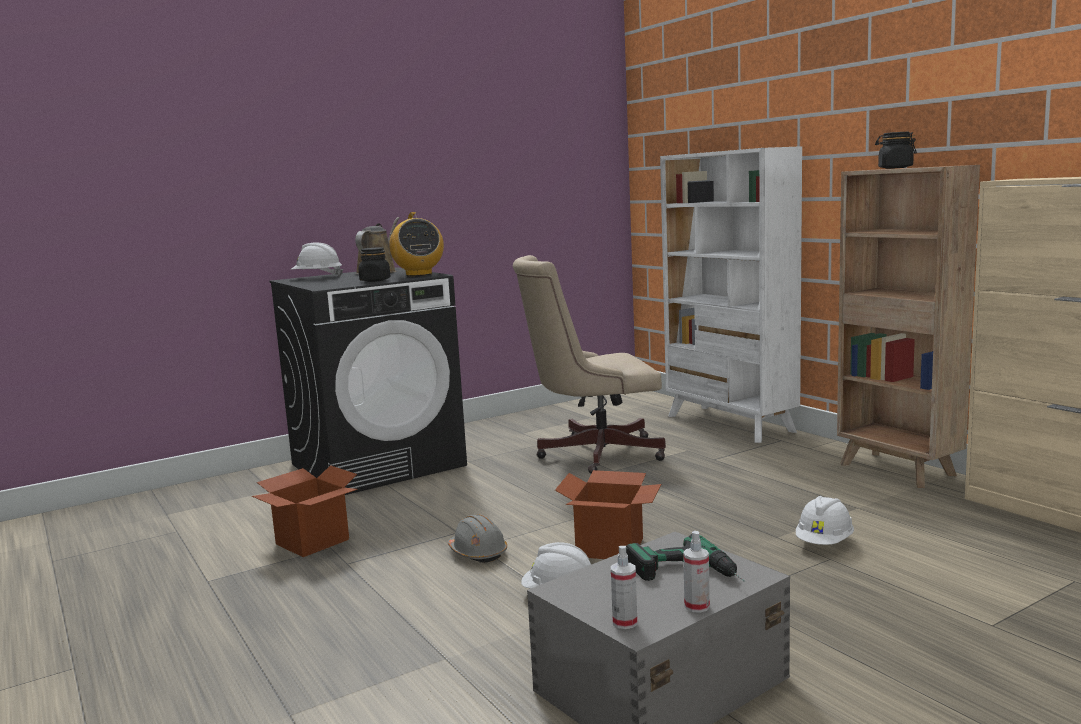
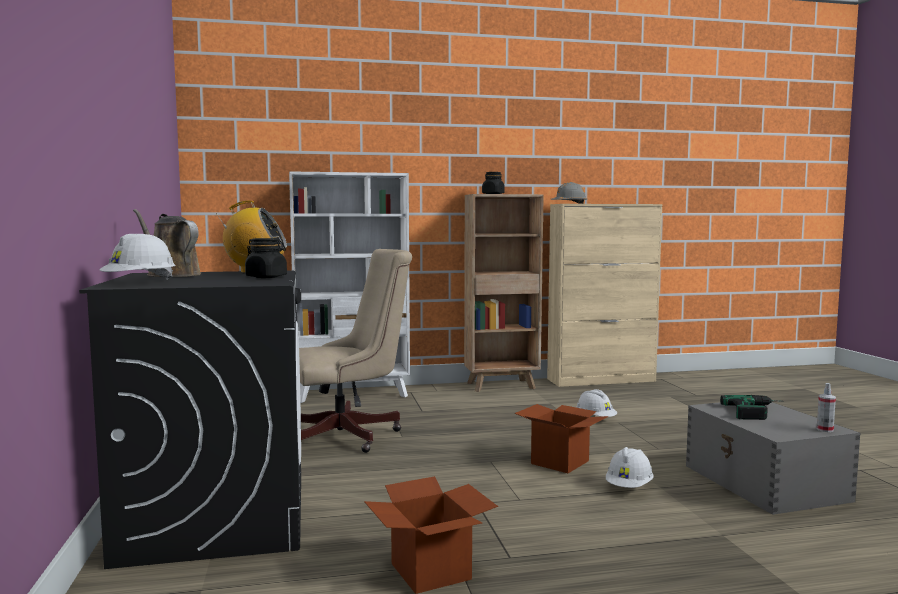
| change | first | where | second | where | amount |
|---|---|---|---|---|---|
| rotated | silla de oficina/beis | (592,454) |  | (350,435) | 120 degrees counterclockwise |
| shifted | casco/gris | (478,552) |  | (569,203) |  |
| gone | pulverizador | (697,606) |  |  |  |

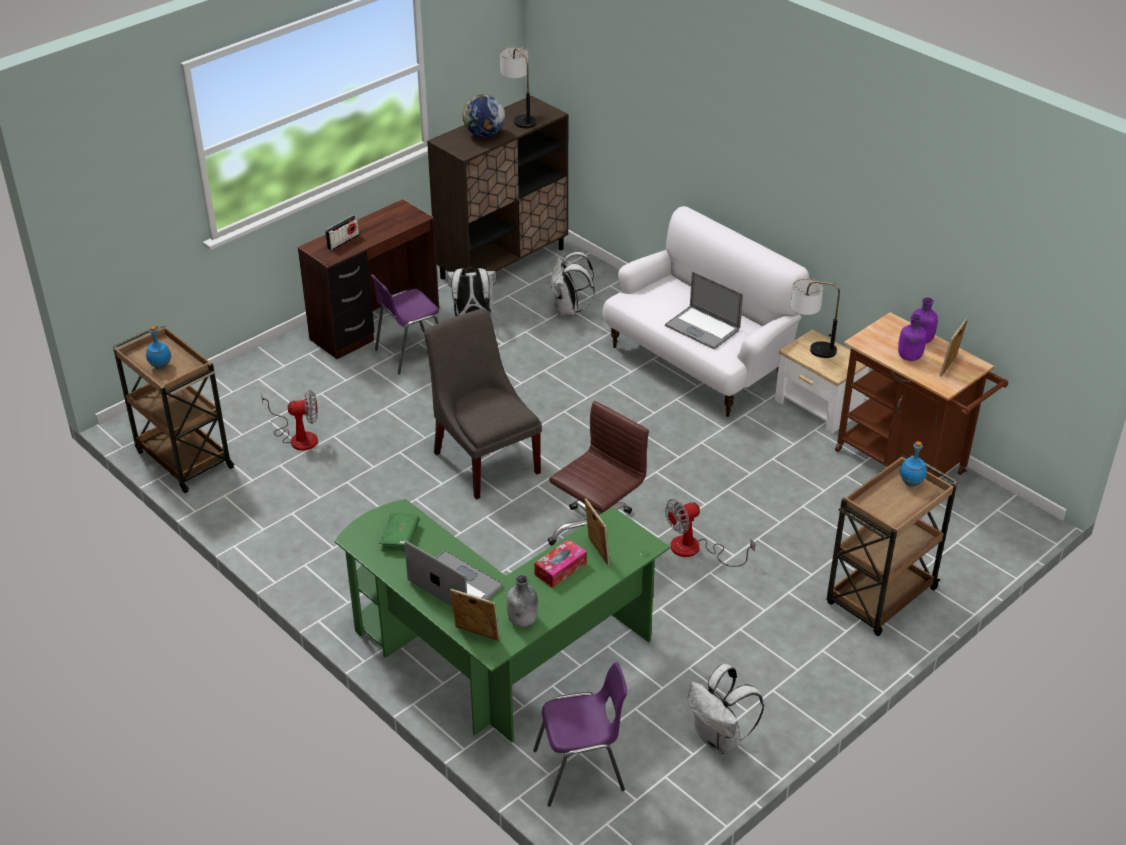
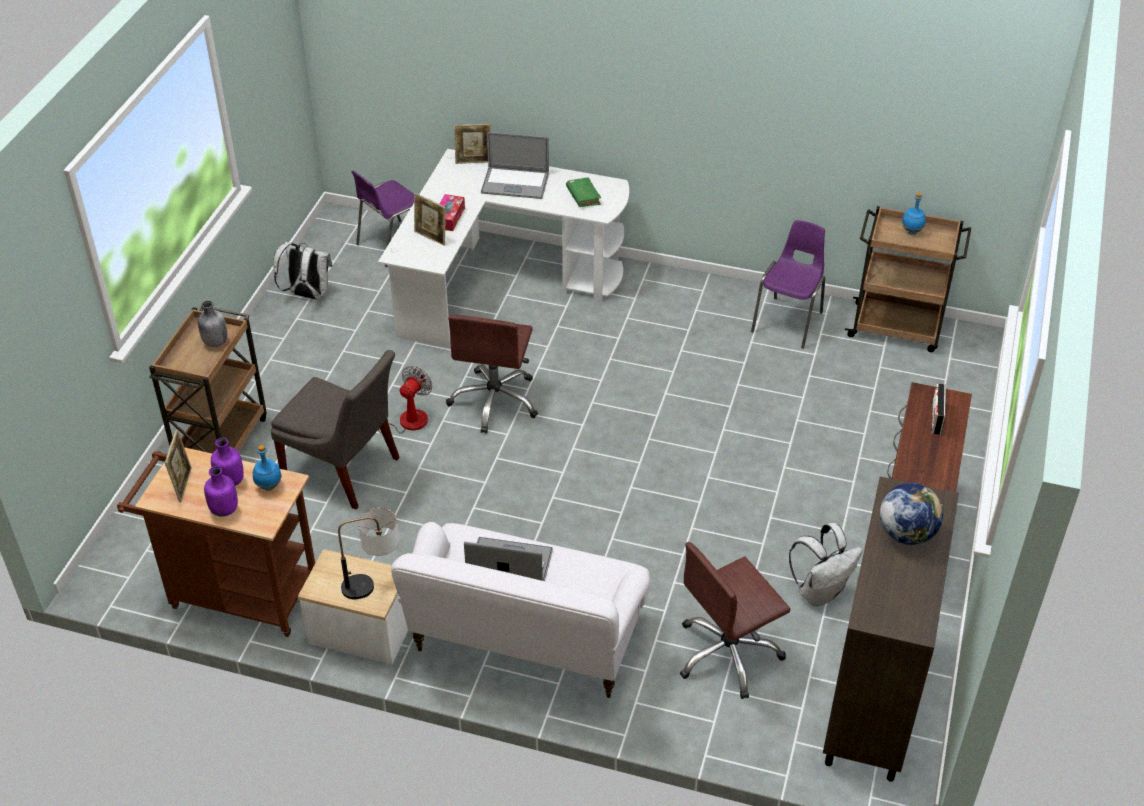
| change | first | where | second | where | amount |
|---|---|---|---|---|---|
| gone | lámpara de mesa | (519,117) |  |  |  |
| swapped | mochila/blanco | (569,310) | silla de oficina/marrón | (728,654) |  |
| shifted | silla/morado | (410,353) |  | (789,321) |  |
| shifted | silla/gris | (485,459) |  | (344,470) |  |
| gone | ventilador | (297,437) |  |  |  |
| shifted | botella/azul | (911,483) |  | (268,486) |  |
| repainted | escritorio/verde | (496,661) | escritorio/blanco | (500,282) |  |
| shifted | botella/gris | (523,620) |  | (215,342) |  |

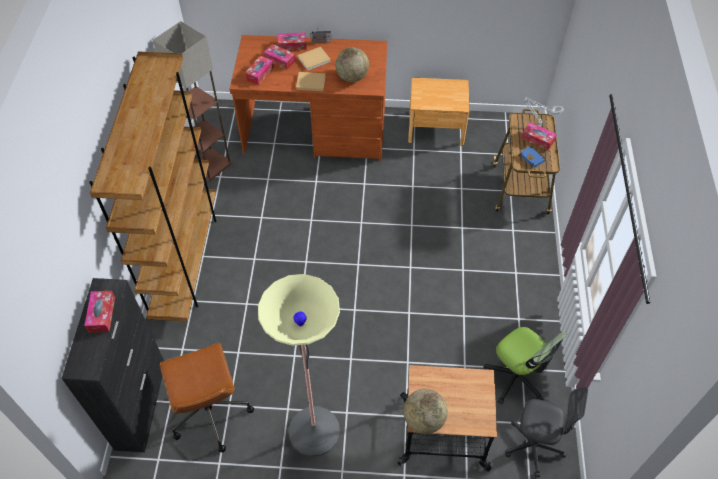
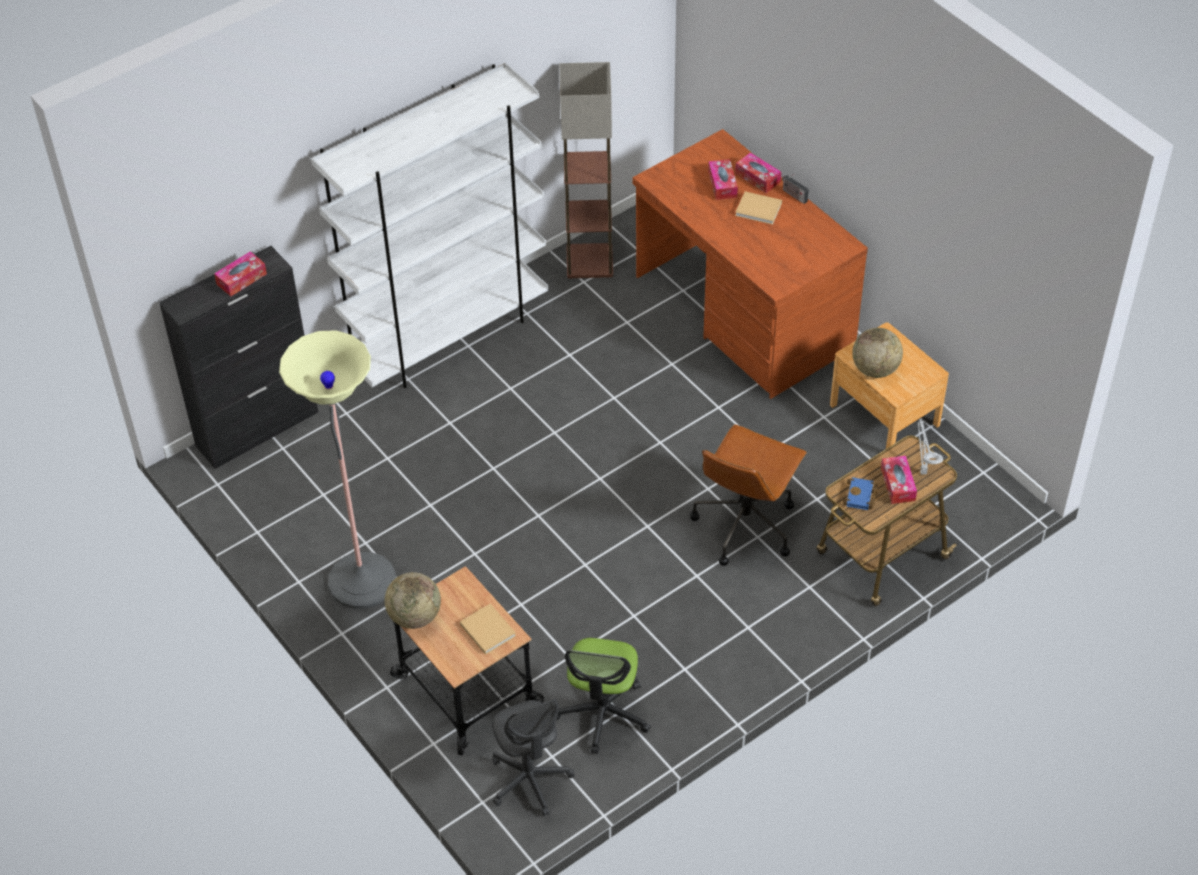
| change | first | where | second | where | amount |
|---|---|---|---|---|---|
| shifted | globo terráqueo | (352,77) |  | (875,369) |  |
| repainted | estantería/marrón | (186,260) | estantería/blanco | (448,337) |  |
| gone | caja de pañuelos | (260,74) |  |  |  |
| shifted | libro/beis | (310,82) |  | (487,629) |  |
| shifted | silla de oficina/marrón | (210,413) |  | (745,524) |  |

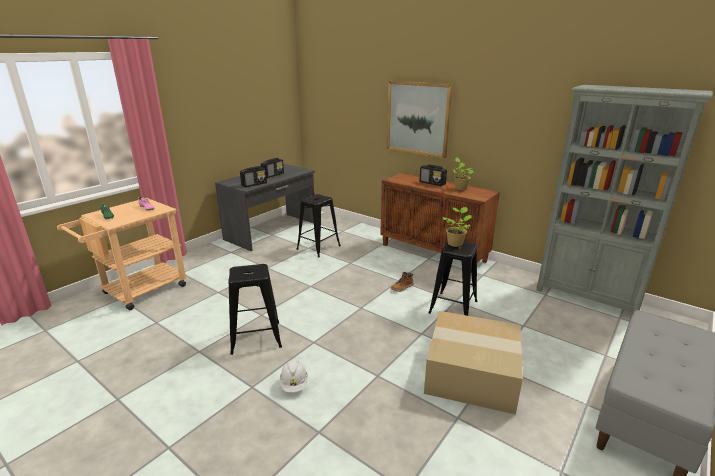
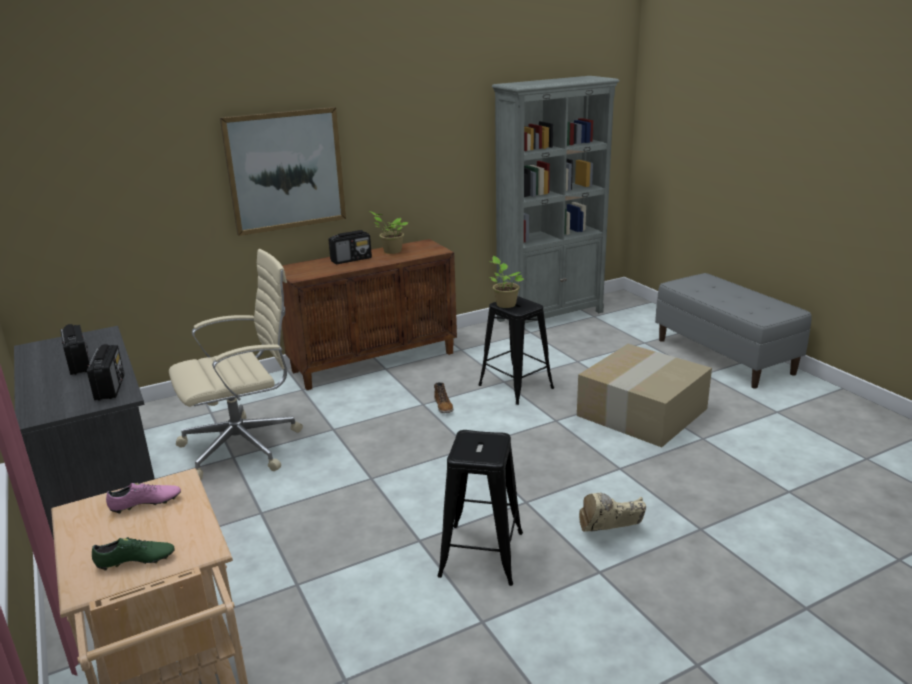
| change | first | where | second | where | amount |
|---|---|---|---|---|---|
| swapped | taburete/negro | (318,247) | silla de oficina/beis | (245,446) |  |
| swapped | casco/blanco | (294,384) | bota/beis | (609,533) |  |

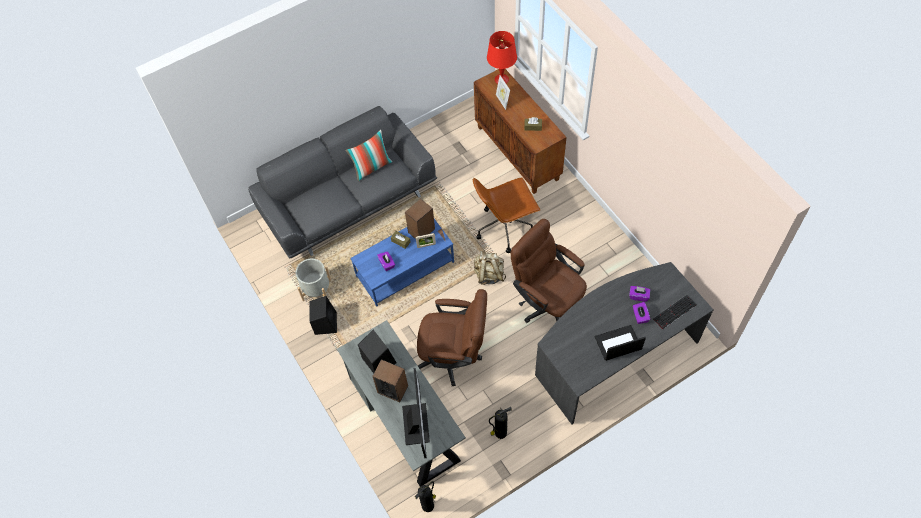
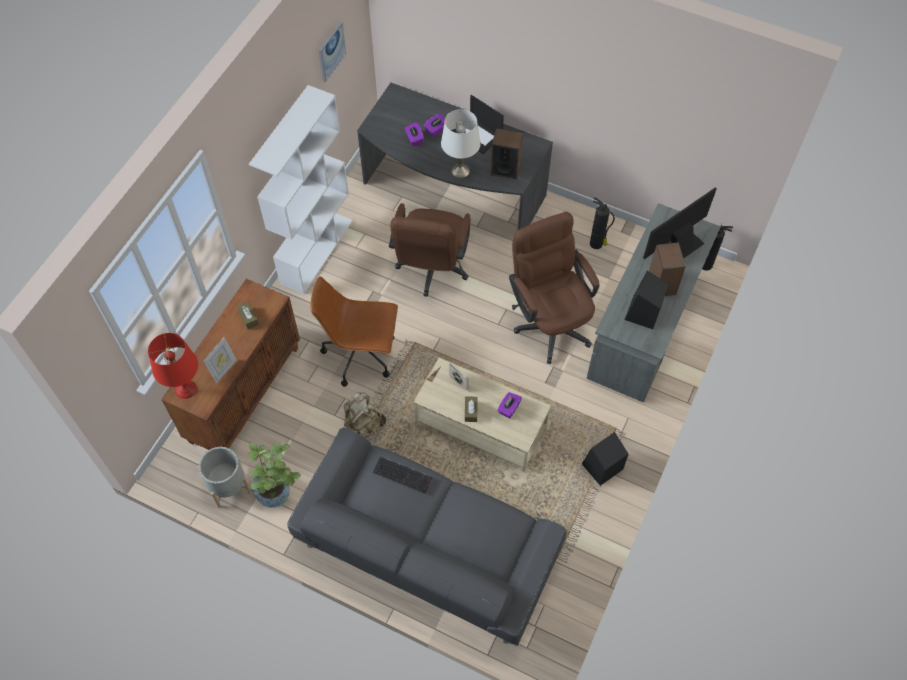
| change | first | where | second | where | amount |
|---|---|---|---|---|---|
| gone | cojín | (371,167) |  |  |  |
| rotated | silla de oficina/marrón | (505,227) |  | (361,354) | 150 degrees clockwise |
| shifted | altavoz | (421,230) |  | (505,169) |  |
| repainted | mesa de centro/azul | (405,269) | mesa de centro/beis | (480,425) |  |
| shifted | mochila/beis | (489,274) |  | (363,424) |  |
| shifted | maceta/gris | (317,290) |  | (228,485) |  |
| shifted | teclado | (674,312) |  | (403,475) |  |
| new |  |  | cuadro | (331,51) |  |
| new |  |  | estantería/blanco | (316,251) |  |
| new |  |  | lámpara de mesa/blanco | (460,170) |  |
| new |  |  | planta en maceta | (278,492) |  |

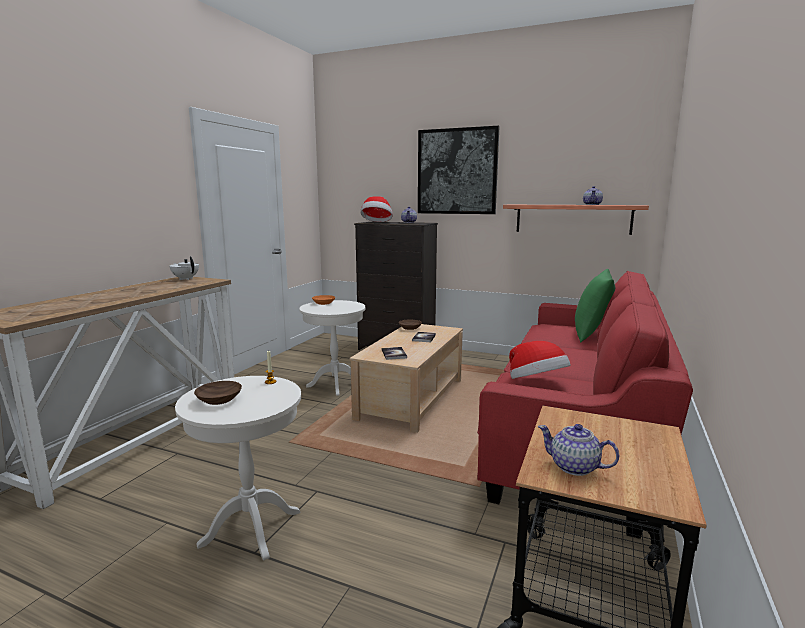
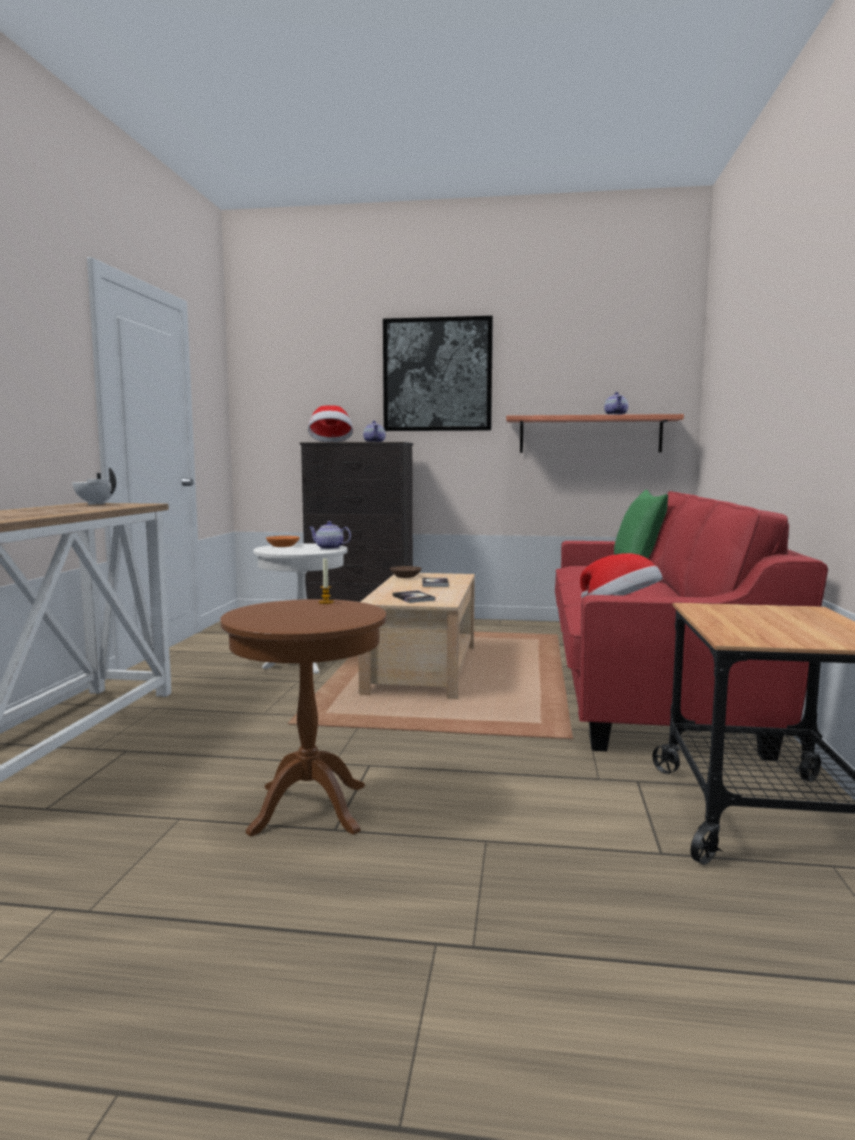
| change | first | where | second | where | amount |
|---|---|---|---|---|---|
| repainted | mesa auxiliar/blanco | (251,528) | mesa auxiliar/marrón | (309,808) |  |
| gone | cuenco/marrón | (220,399) |  |  |  |
| shifted | tetera | (575,467) |  | (330,548) |  |

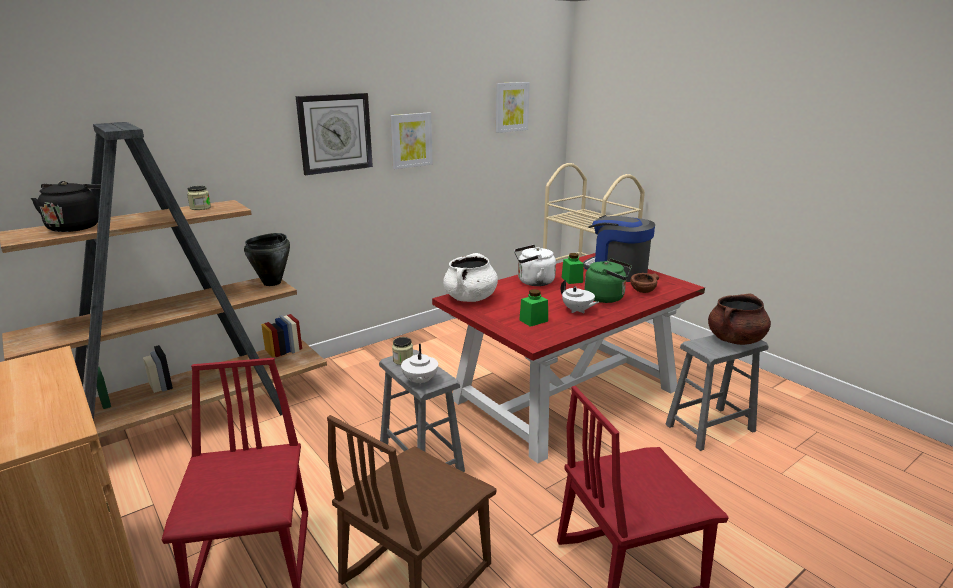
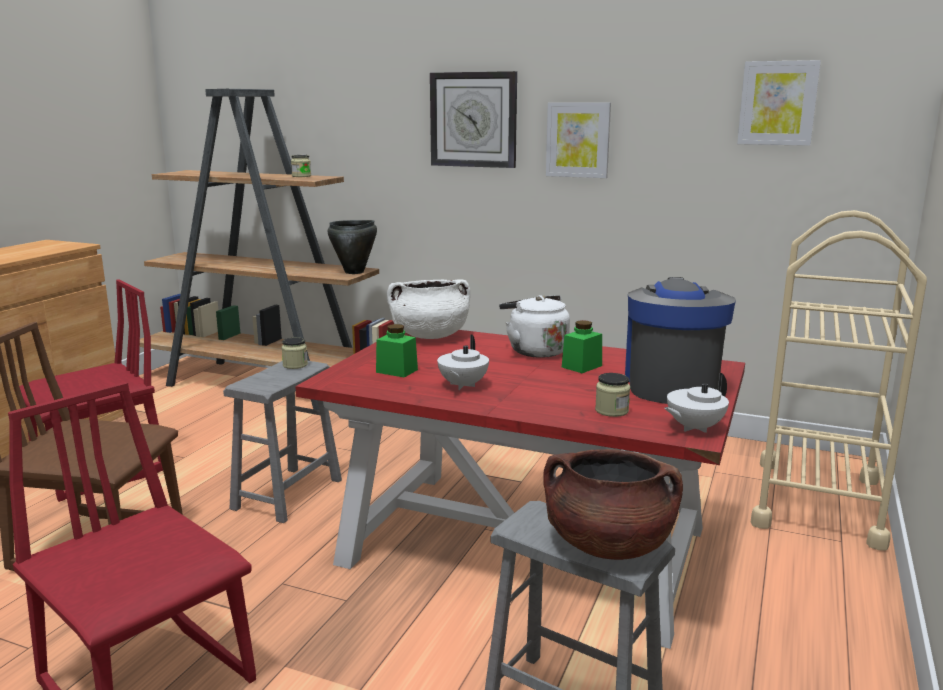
| change | first | where | second | where | amount |
|---|---|---|---|---|---|
| gone | hervidor/negro | (75,227) |  |  |  |
| gone | hervidor/verde | (607,298) |  |  |  |
| swapped | cuenco/marrón | (643,291) | tarro | (611,410) |  |
| shifted | tetera/blanco | (419,381) |  | (693,428) |  |

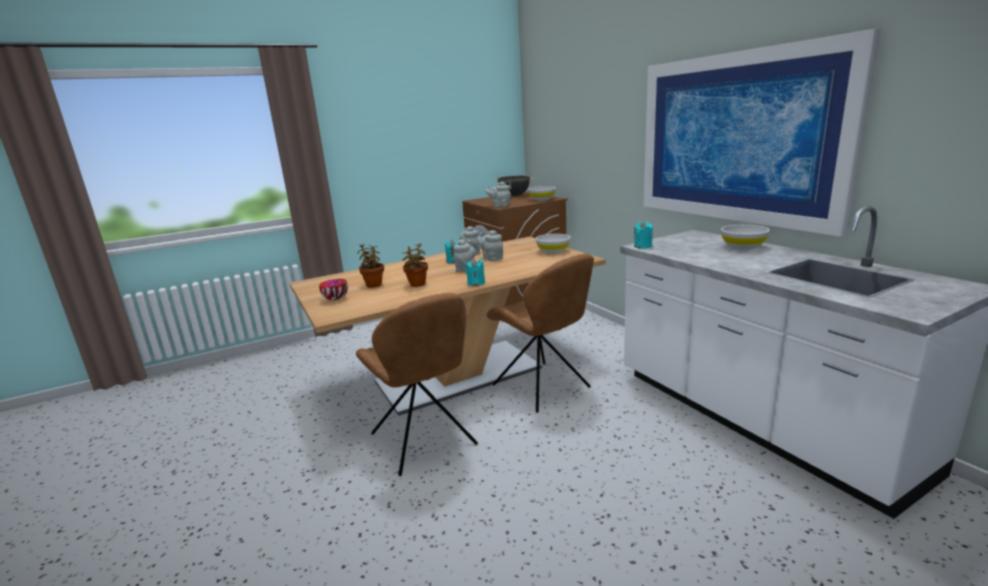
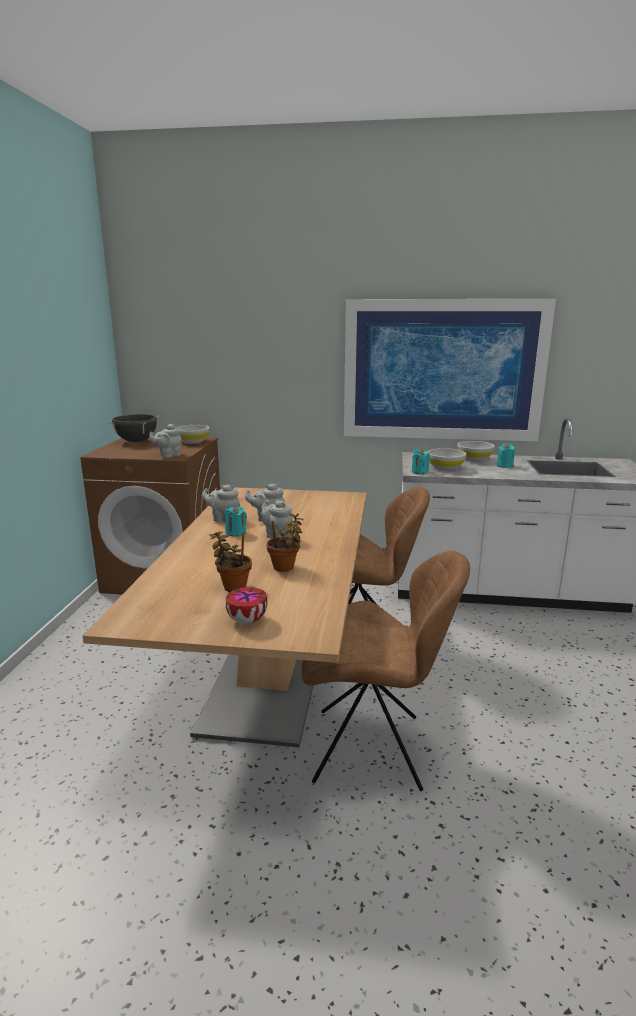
| change | first | where | second | where | amount |
|---|---|---|---|---|---|
| shifted | cuenco/blanco | (553,251) |  | (445,468) |  |
| shifted | vela/turquesa | (476,283) |  | (505,466) |  |

